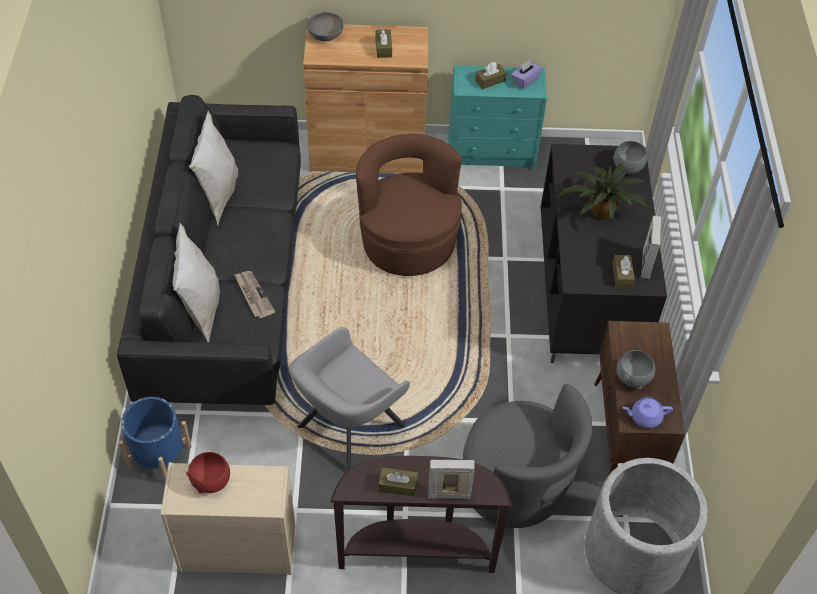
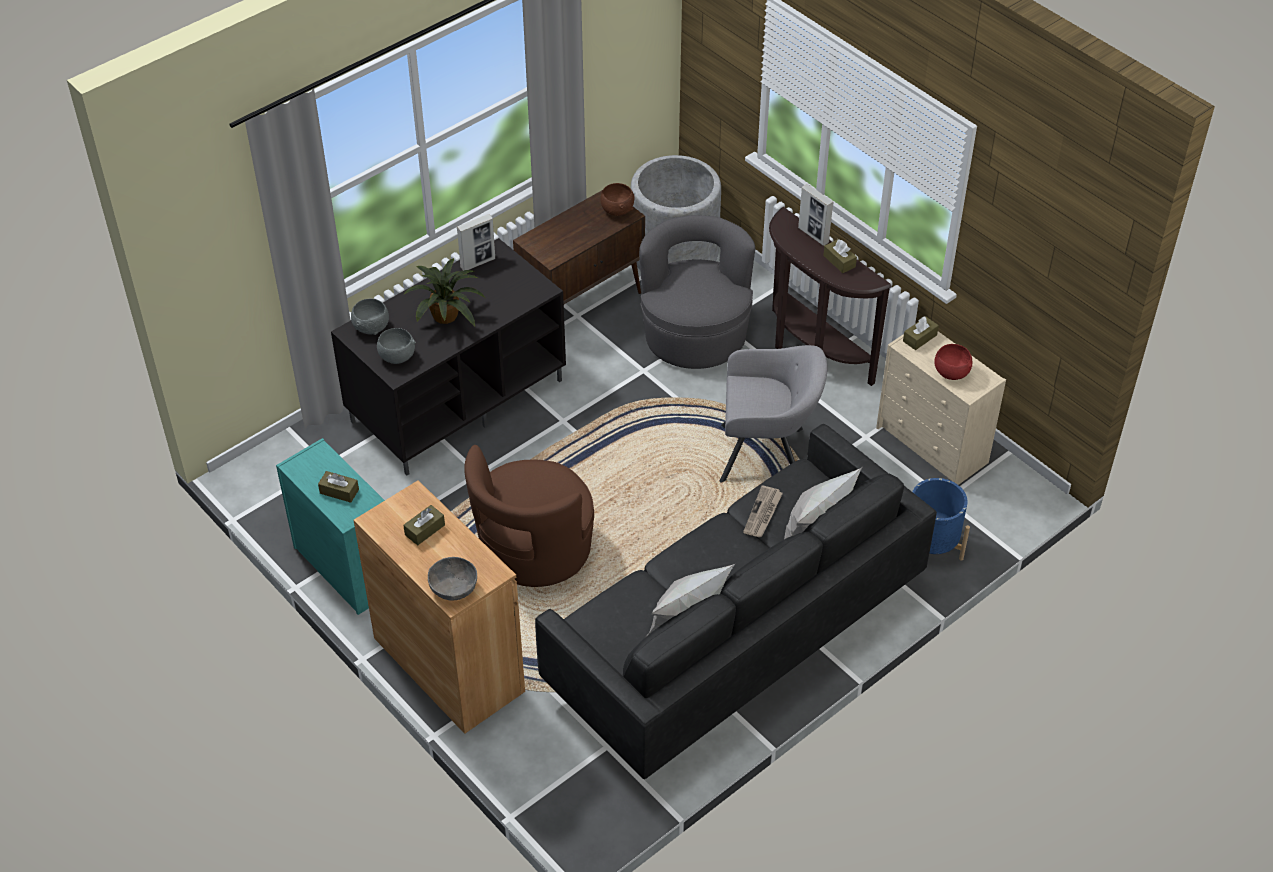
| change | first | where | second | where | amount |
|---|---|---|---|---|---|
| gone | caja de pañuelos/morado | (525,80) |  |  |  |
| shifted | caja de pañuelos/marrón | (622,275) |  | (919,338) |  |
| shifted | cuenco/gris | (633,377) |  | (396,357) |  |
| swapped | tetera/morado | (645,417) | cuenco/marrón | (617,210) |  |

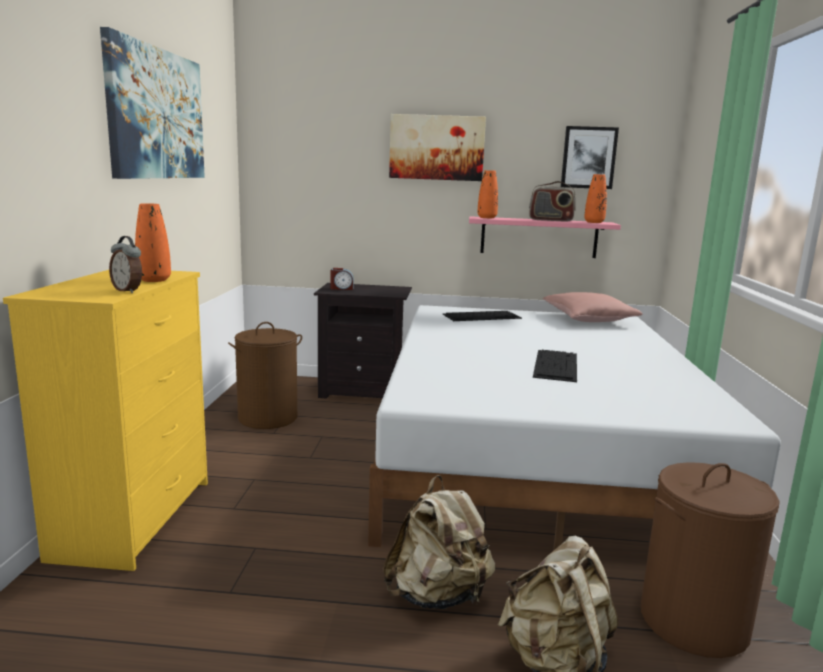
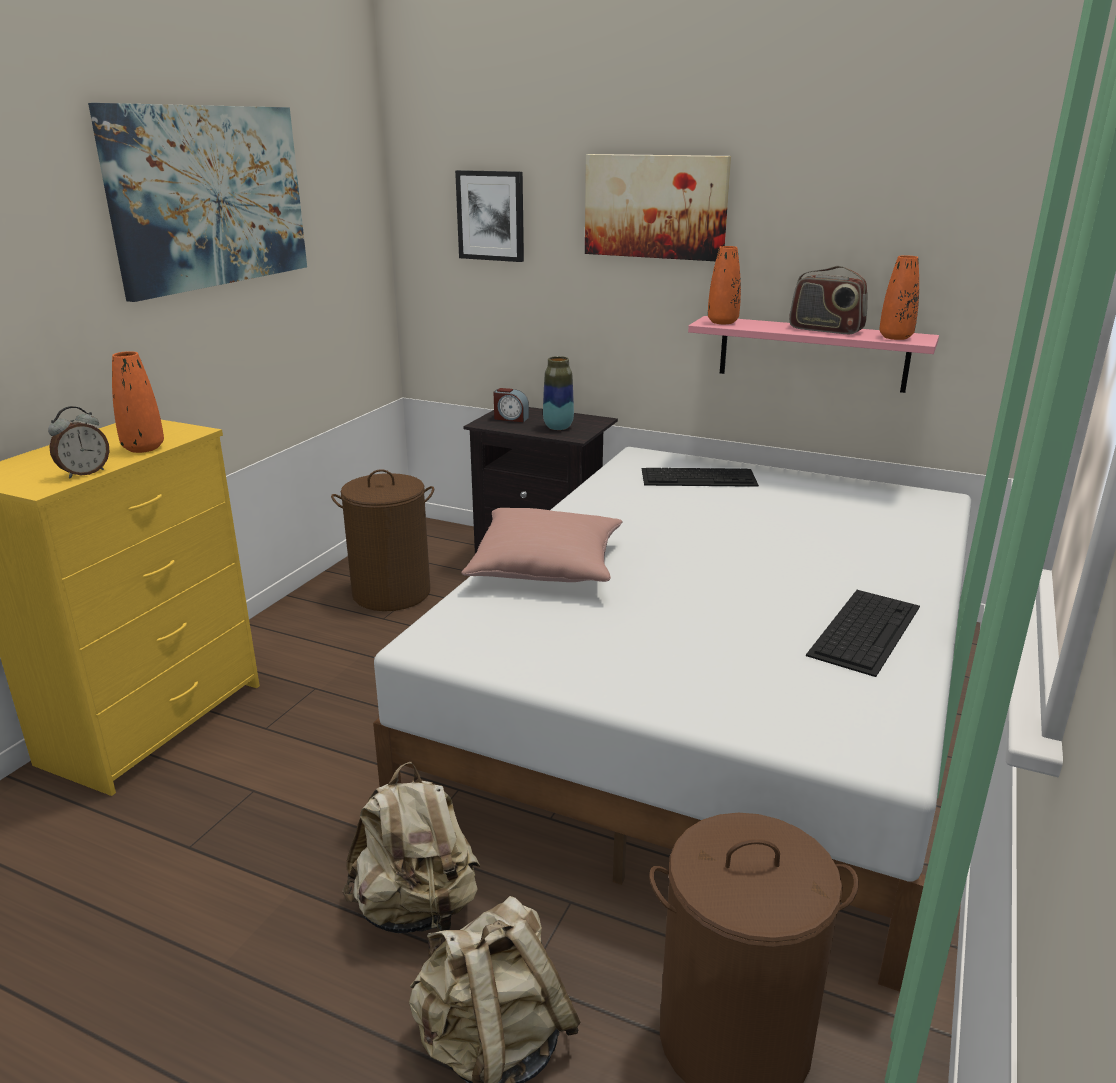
| change | first | where | second | where | amount |
|---|---|---|---|---|---|
| shifted | cuadro | (588,157) |  | (491,216) |  |
| rotated | despertador | (128,291) |  | (84,473) | 105 degrees counterclockwise |
| shifted | cojín/rosa | (588,319) |  | (546,567) |  |
| shifted | teclado | (555,365) |  | (865,629) |  |
| new |  |  | florero | (558,427) |  |

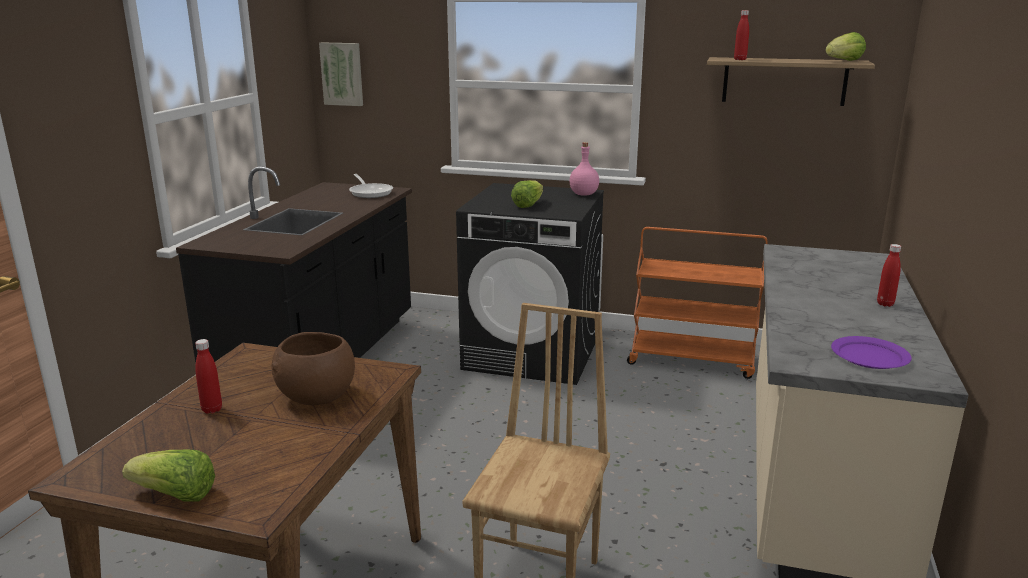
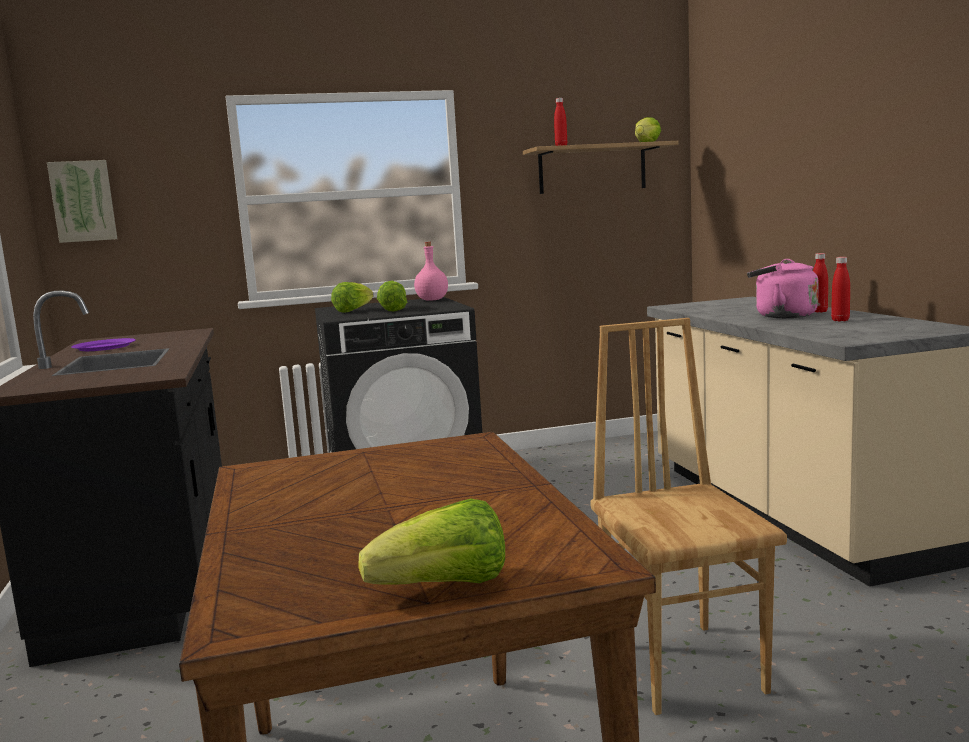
| change | first | where | second | where | amount |
|---|---|---|---|---|---|
| gone | sartén | (370,192) |  |  |  |
| gone | carrito/naranja | (692,360) |  |  |  |
| gone | cuenco/marrón | (315,396) |  |  |  |
| shifted | plato/morado | (869,356) |  | (104,347) |  |
| shifted | botella/rojo | (212,409) |  | (840,320) |  |
| new |  |  | hervidor/rosa | (781,316) |  |
| new |  |  | lechuga | (353,310) |  |

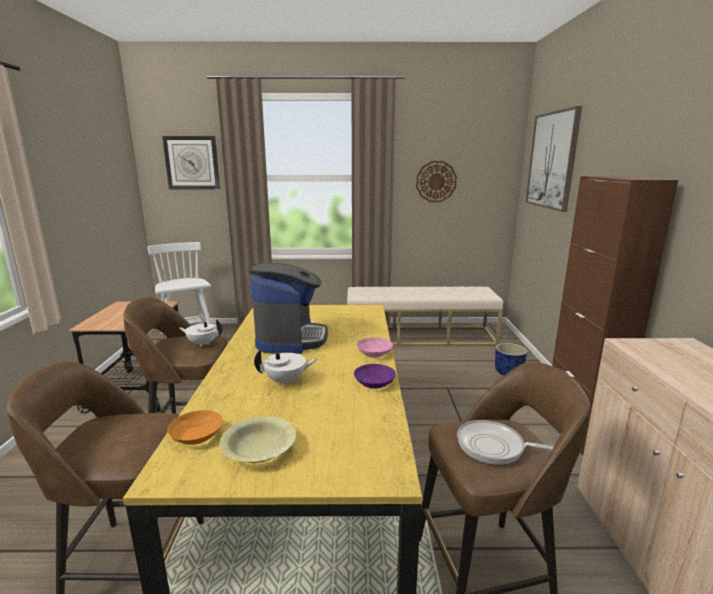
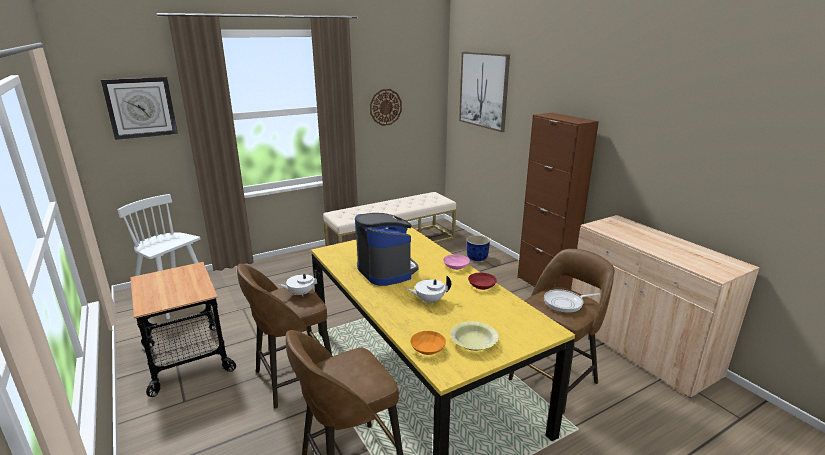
| change | first | where | second | where | amount |
|---|---|---|---|---|---|
| rotated | tetera/blanco | (286,381) |  | (429,300) | 150 degrees counterclockwise |
| repainted | cuenco/morado | (374,382) | cuenco/rojo | (481,285) |  |

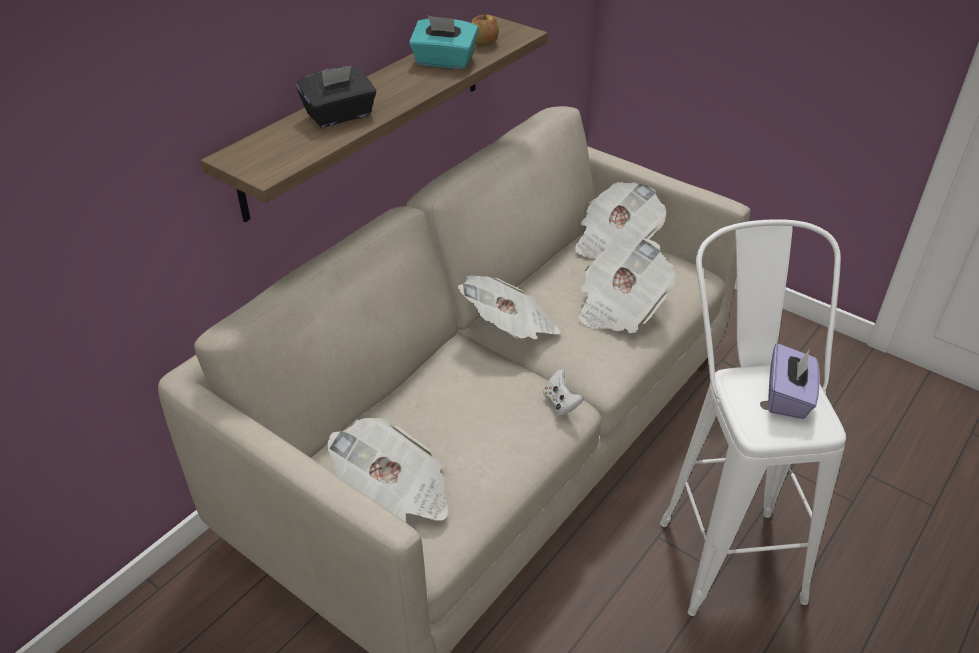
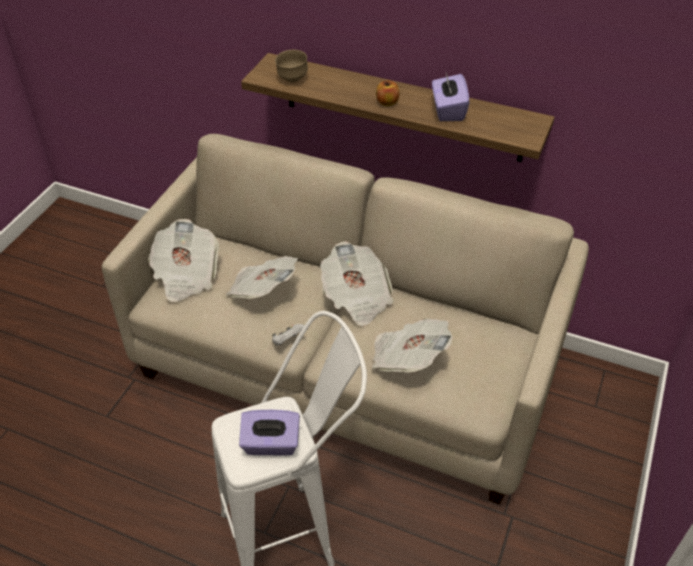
| change | first | where | second | where | amount |
|---|---|---|---|---|---|
| shifted | manzana | (484,43) |  | (387,102) |  |
| repainted | caja de pañuelos/turquesa | (444,62) | caja de pañuelos/morado | (448,110) |  |
| gone | caja de pañuelos/negro | (340,115) |  |  |  |
| shifted | periódico | (615,242) |  | (262,290) |  |
| new |  |  | cuenco/marrón | (292,80) |  |

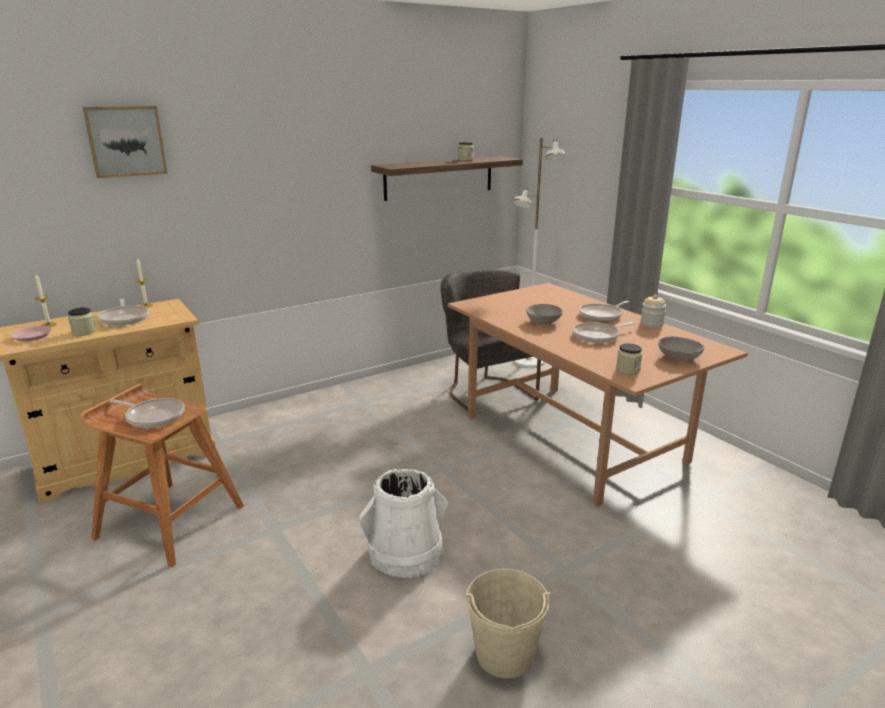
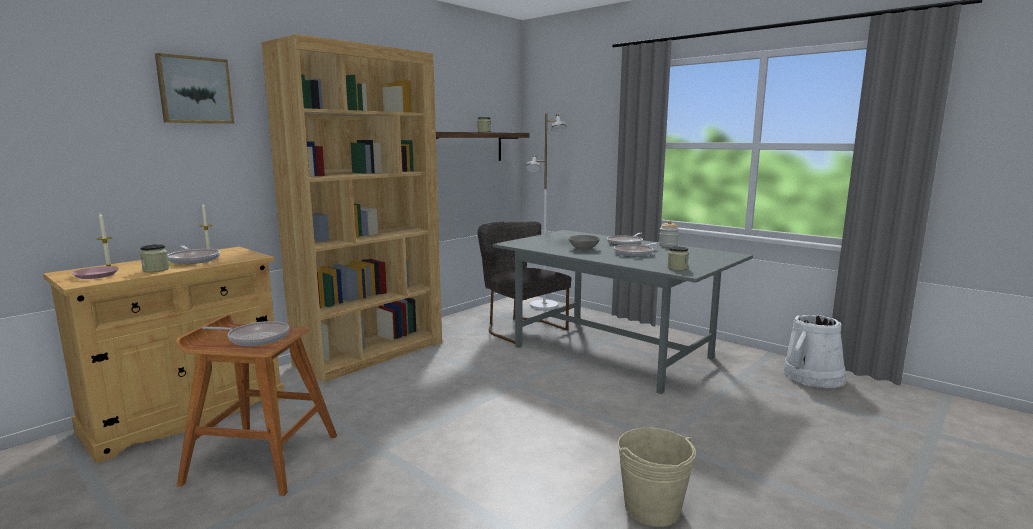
| change | first | where | second | where | amount |
|---|---|---|---|---|---|
| repainted | mesa de comedor/marrón | (574,438) | mesa de comedor/gris | (613,352) |  |
| gone | cuenco/gris | (678,358) |  |  |  |
| shifted | cubo/blanco | (406,553) |  | (813,377) |  |
| new |  |  | estantería/marrón | (371,353) |  |

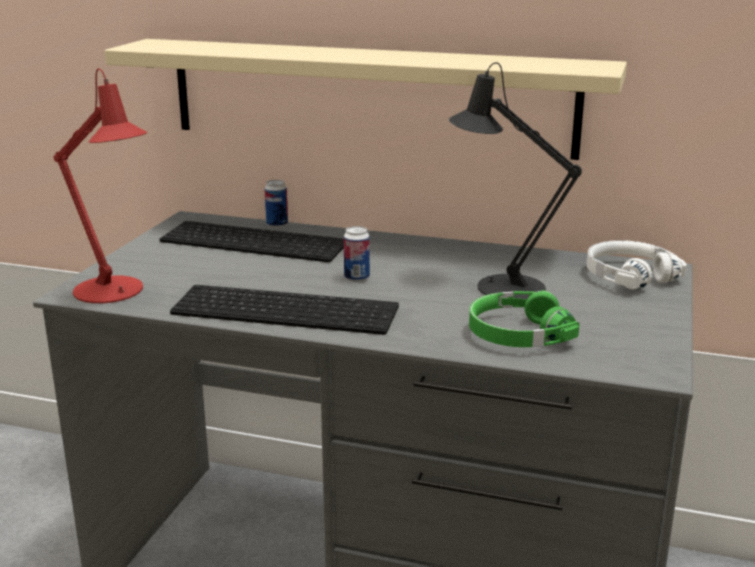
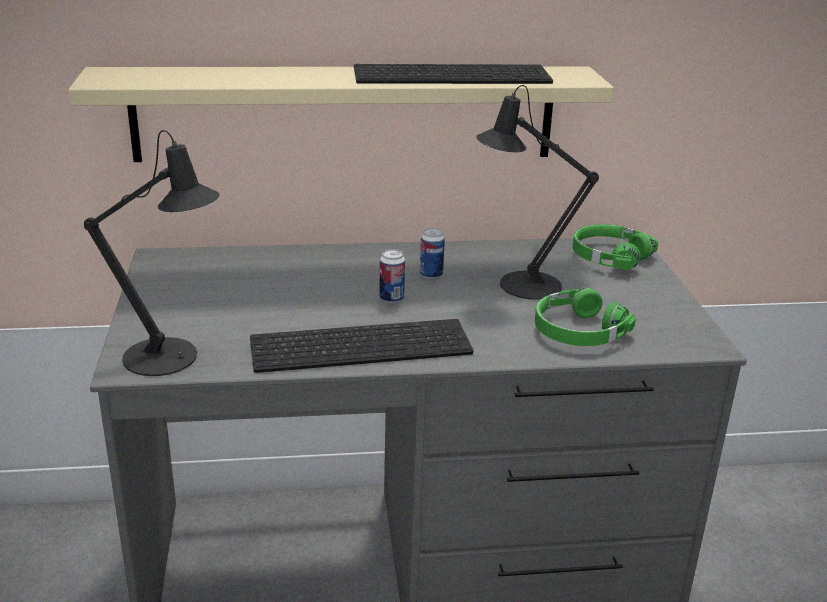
| change | first | where | second | where | amount |
|---|---|---|---|---|---|
| repainted | lámpara de mesa/rojo | (114,292) | lámpara de mesa/negro | (170,358) |  |
| shifted | lata | (277,225) |  | (431,275) |  |
| shifted | teclado | (257,241) |  | (453,75) |  |
| repainted | auriculares/blanco | (628,275) | auriculares/verde | (609,256) |  |

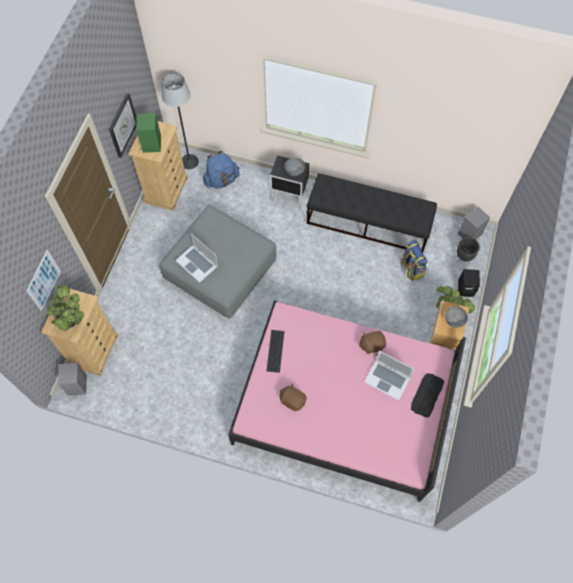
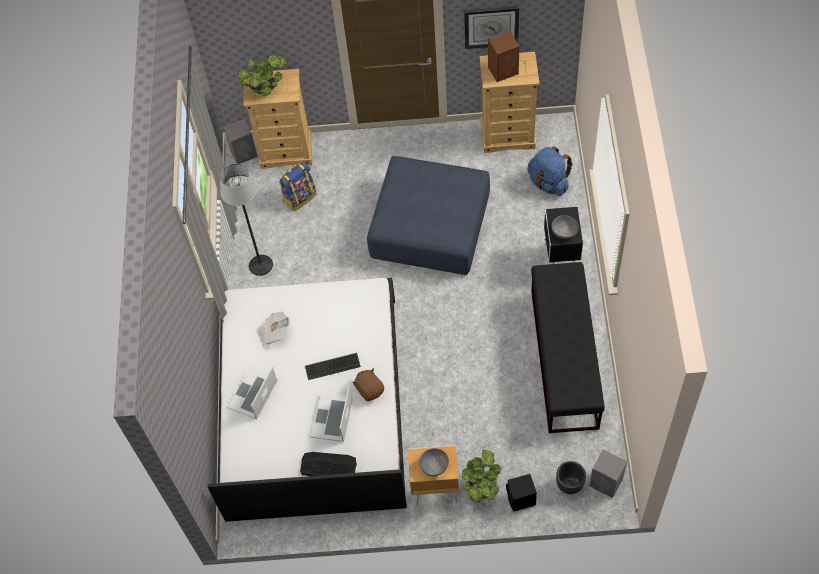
| change | first | where | second | where | amount |
|---|---|---|---|---|---|
| shifted | lámpara de pie | (189,161) |  | (261,265) |  |
| repainted | altavoz/verde | (152,143) | altavoz/marrón | (503,70) |  |
| repainted | puf/gris | (221,268) | puf/azul | (431,226) |  |
| shifted | portátil | (197,263) |  | (252,394) |  |
| shifted | mochila | (411,269) |  | (299,197) |  |
| gone | cuadro | (43,280) |  |  |  |
| repainted | cama/rosa | (343,403) | cama/blanco | (314,406) |  |
| shifted | teclado | (276,351) |  | (332,367) |  |
| swapped | peluche/marrón | (292,400) | periódico | (274,333) |  |

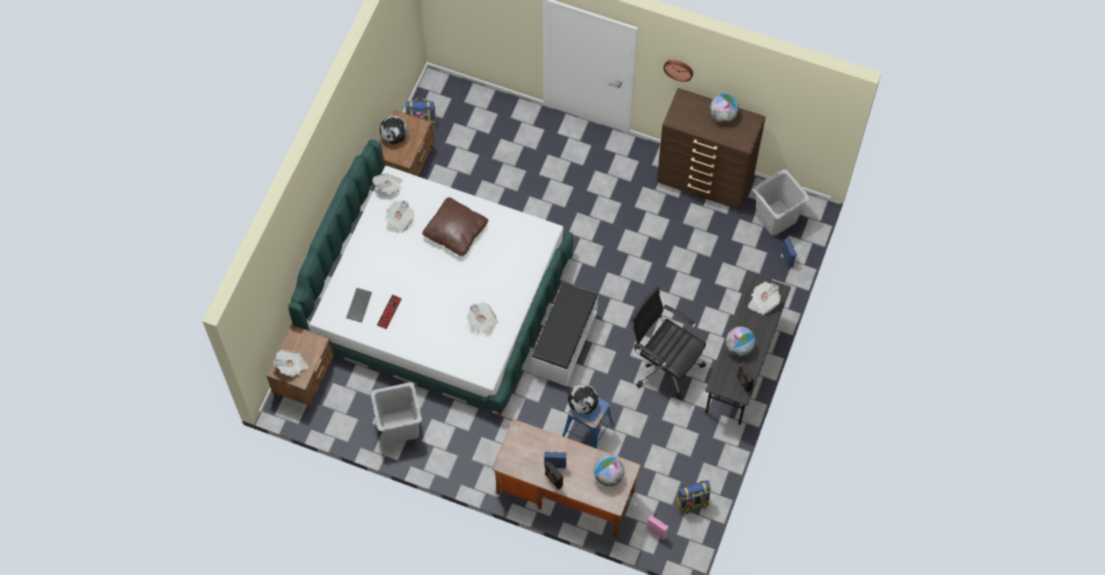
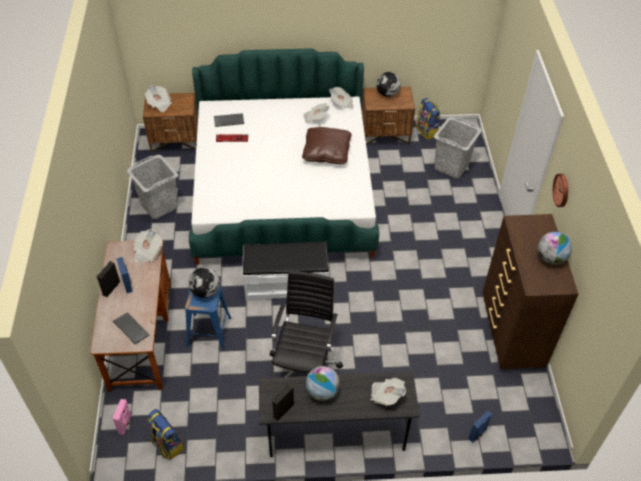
| change | first | where | second | where | amount |
|---|---|---|---|---|---|
| shifted | cesto de la ropa/gris | (776,218) |  | (451,166) |  |
| shifted | periódico | (482,323) |  | (147,252) |  |
| swapped | globo terráqueo | (608,476) | teclado | (130,329) |  |

